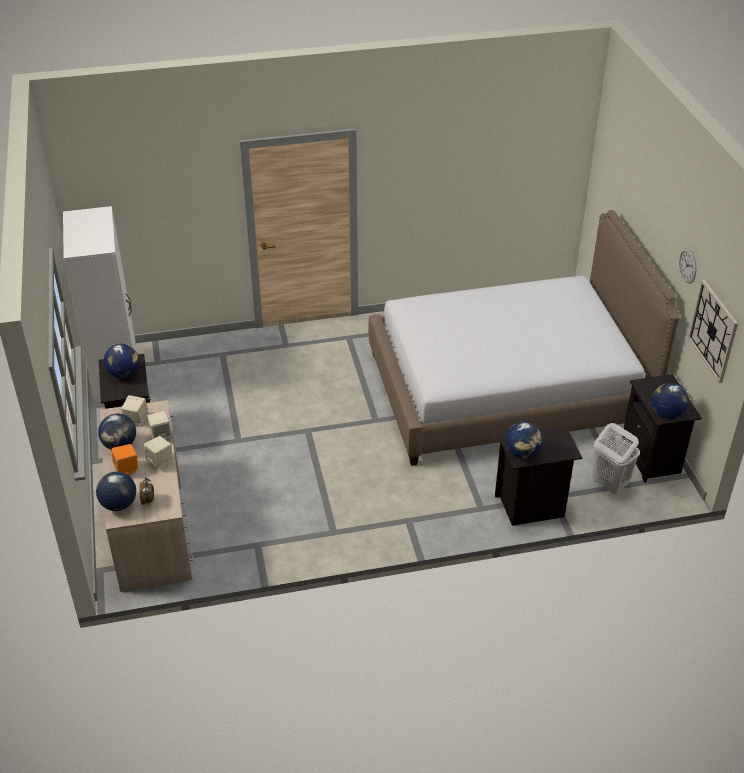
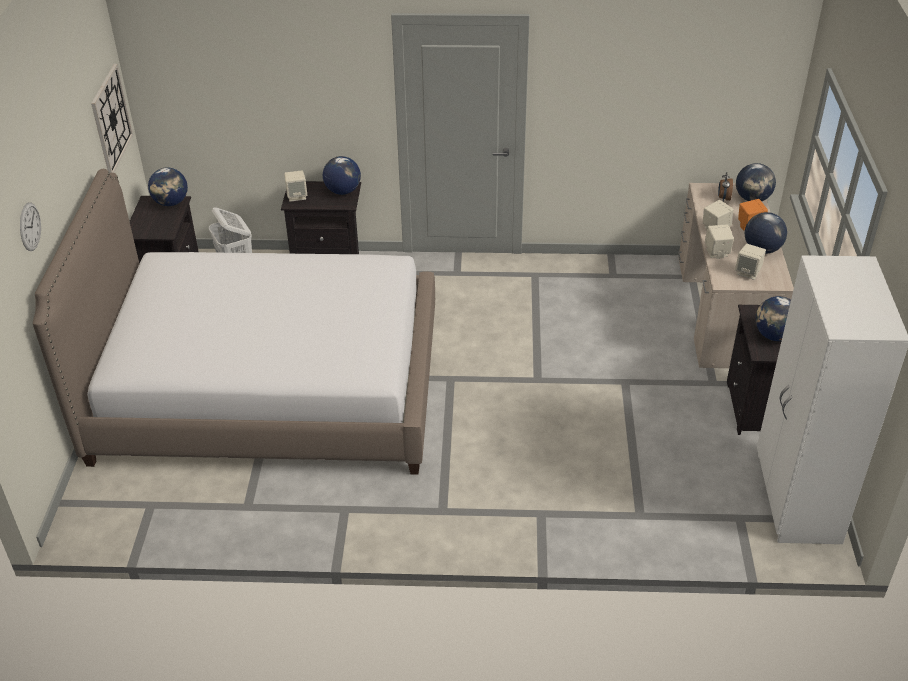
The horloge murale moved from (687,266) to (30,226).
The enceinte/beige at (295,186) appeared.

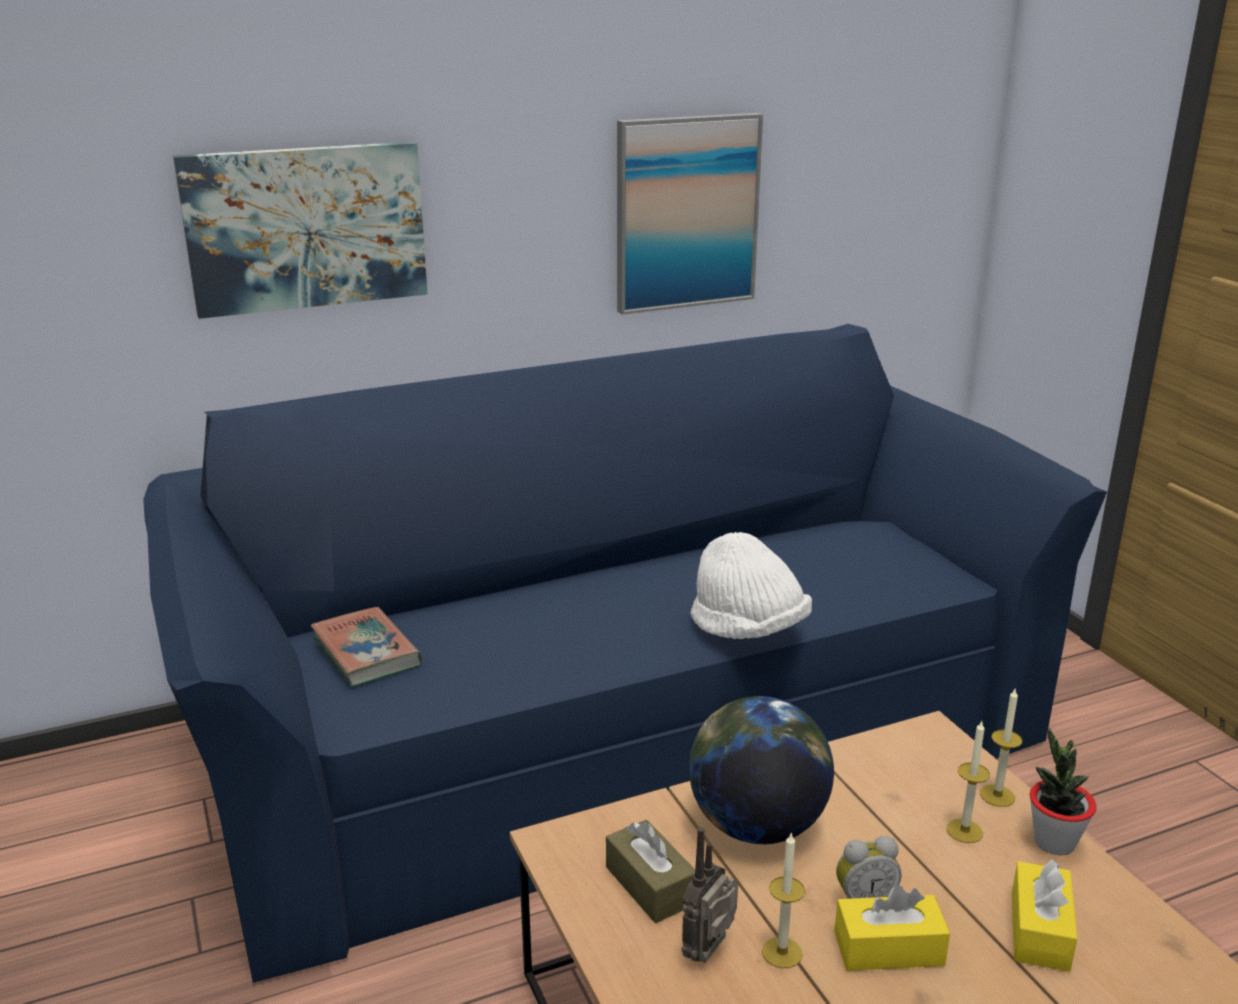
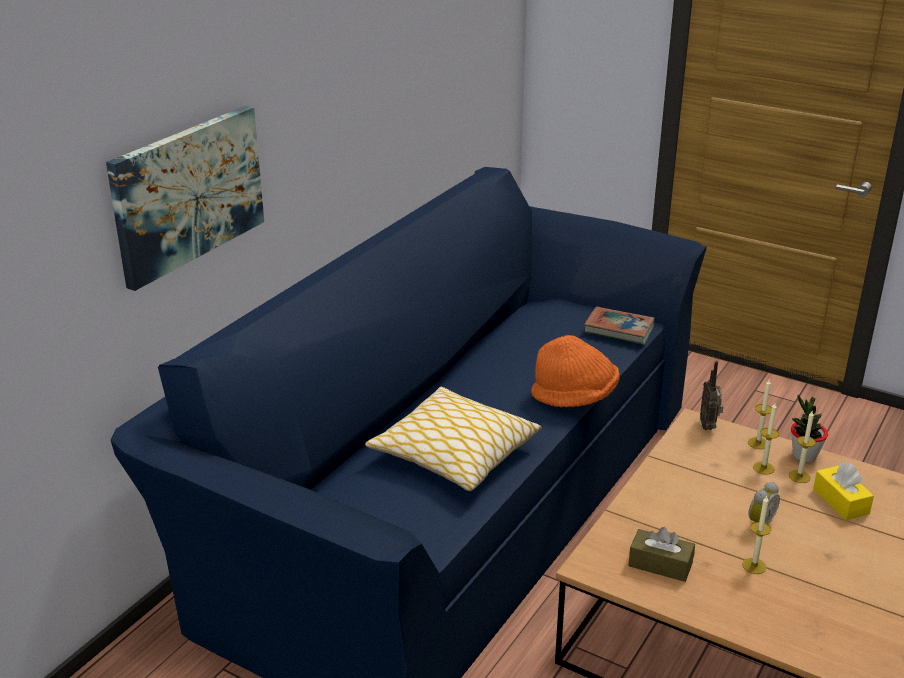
The coussin at (453,439) appeared.
The chapeau/blanc at (751,585) became the chapeau/orange at (575,371).
The livre moved from (366,647) to (619,325).
The radio moved from (709,895) to (711,395).
The bougie at (802,447) appeared.
The tableau at (690,214) disappeared.
The globe at (761,770) disappeared.
The boîte à mouchoirs/jaune at (892,928) disappeared.

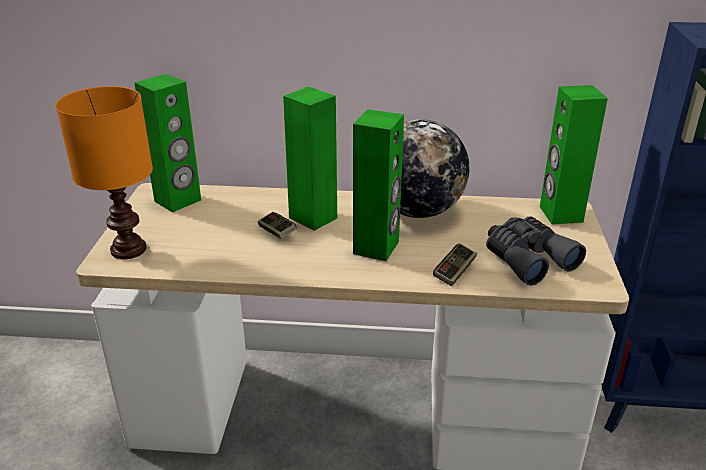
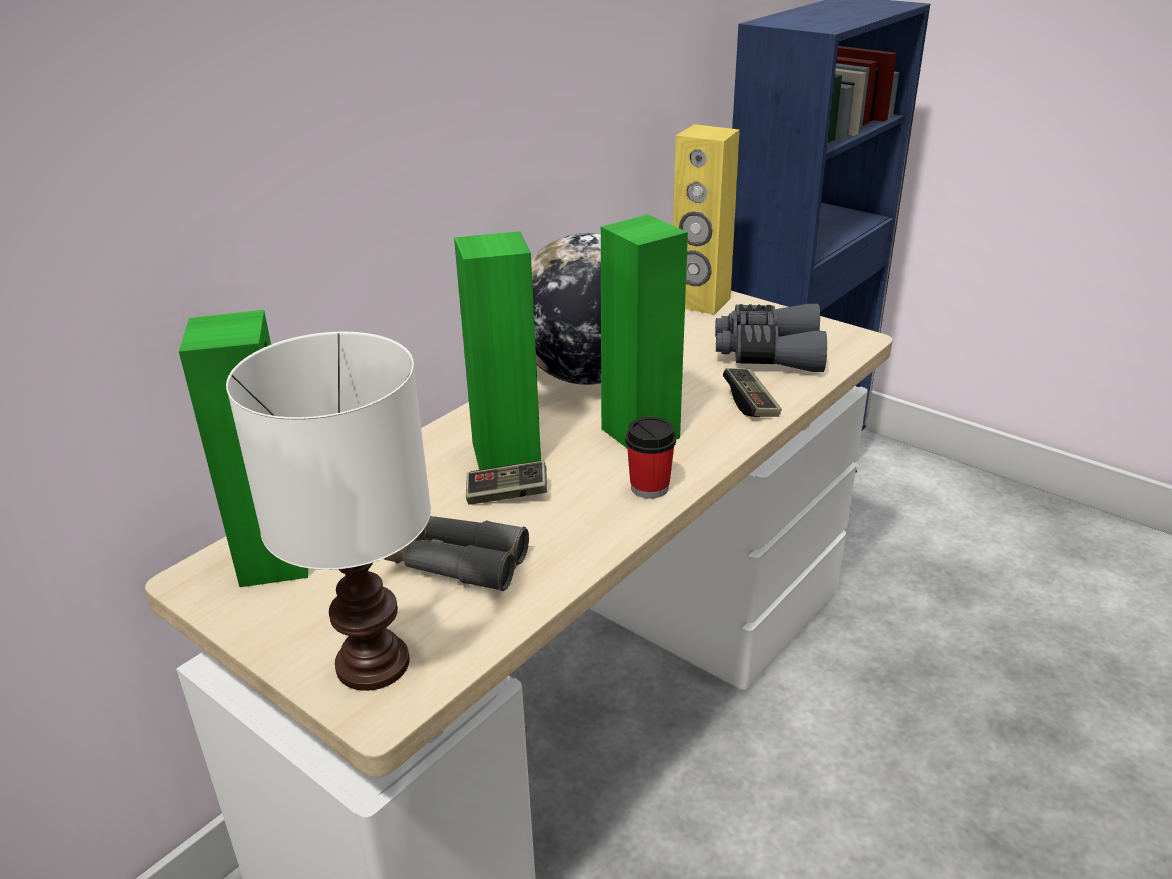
The lampe de table/orange at (104,172) became the lampe de table/blanc at (328,511).
The jumelles/gris at (456,553) appeared.
The tasse at (650,458) appeared.
The enceinte/vert at (574,154) became the enceinte/jaune at (706,219).

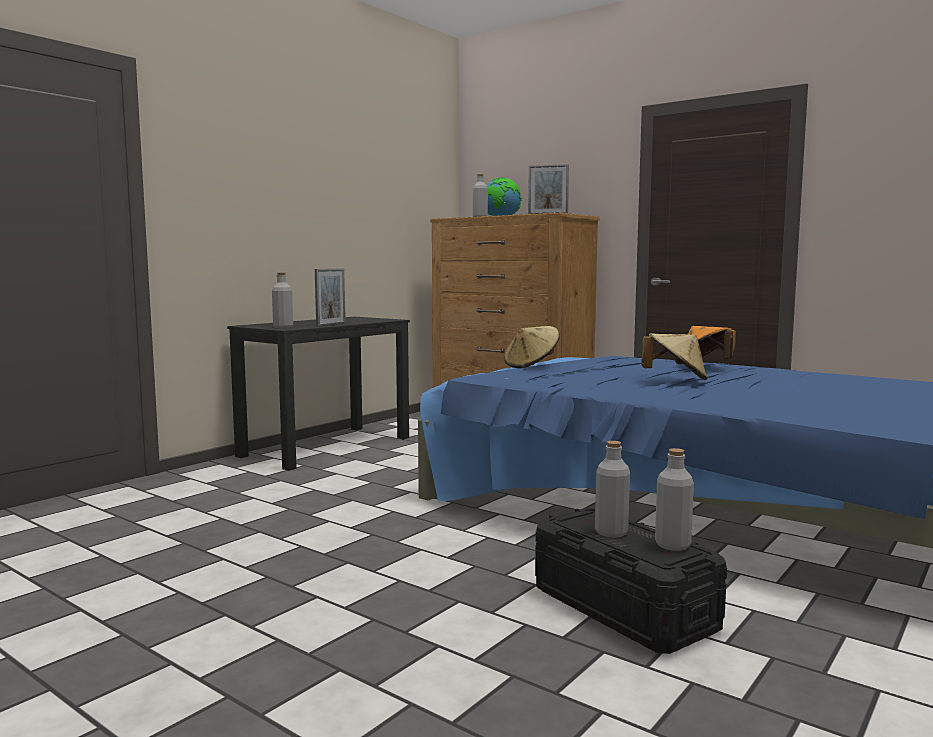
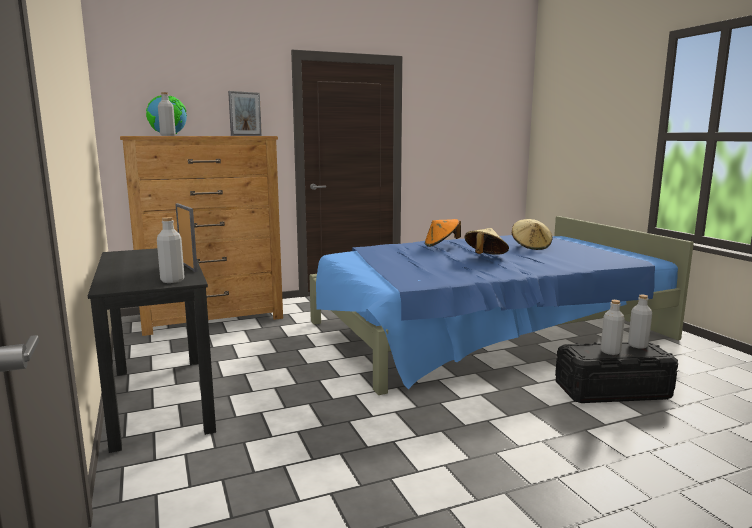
The chapeau/beige moved from (532,347) to (532,234).

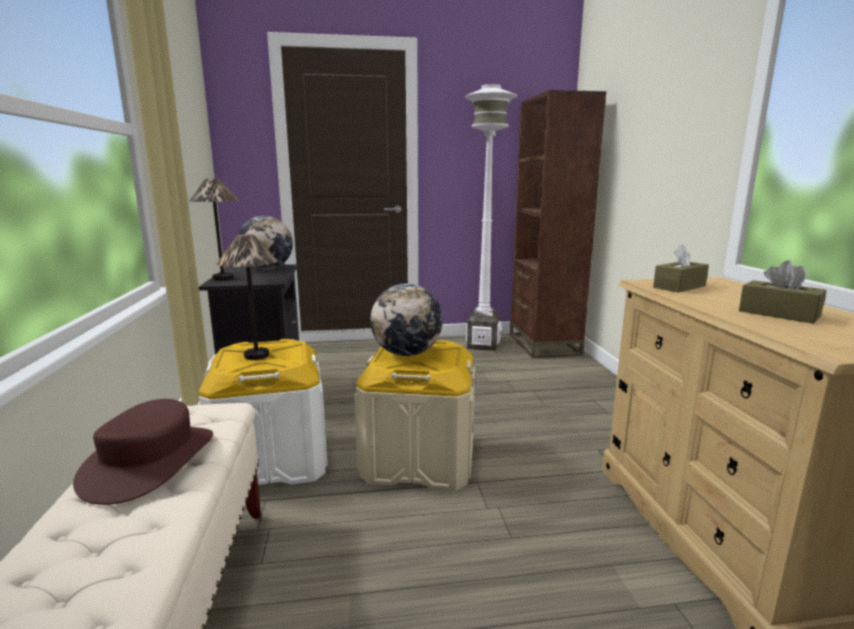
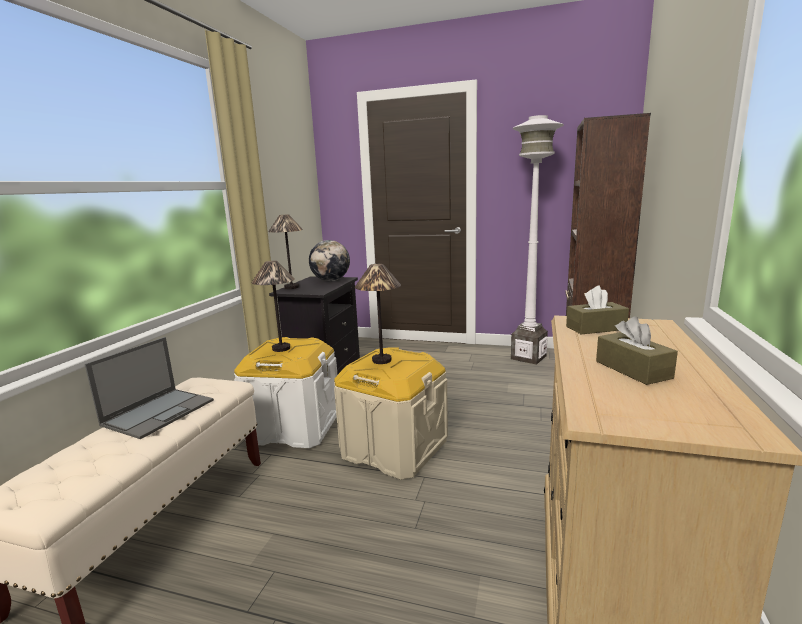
The chapeau/marron at (143,452) was replaced by the ordinateur portable at (149,388).
The globe at (406,320) was replaced by the lampe de table at (378,314).

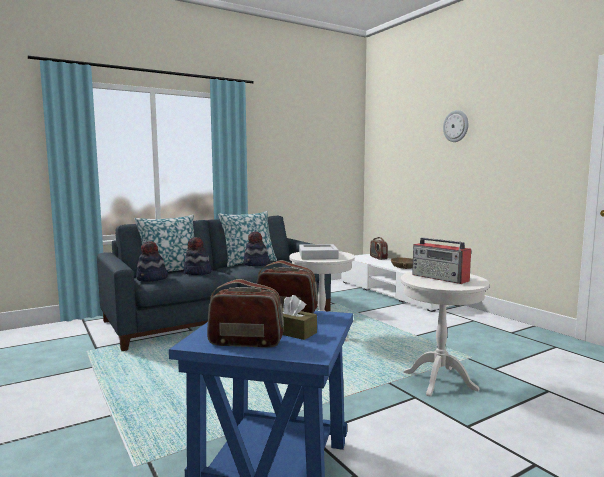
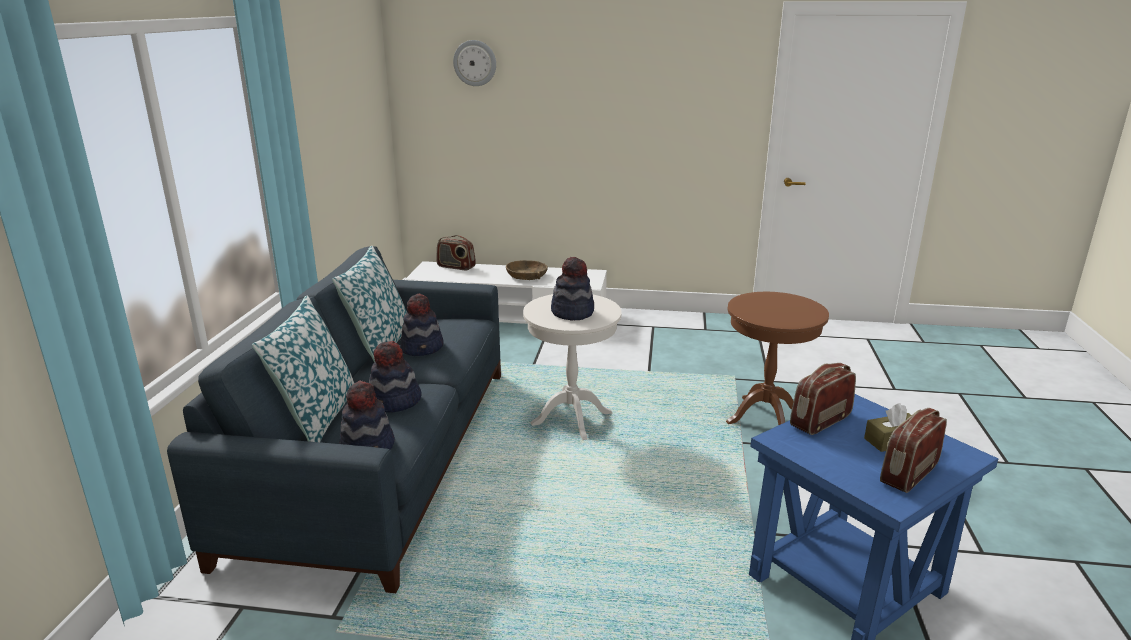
The horloge murale moved from (455,126) to (474,63).
The plateau/gris at (319,251) was replaced by the chapeau at (572,288).
The table d'appoint/blanc at (445,334) became the table d'appoint/marron at (777,358).
The radio at (441,261) disappeared.

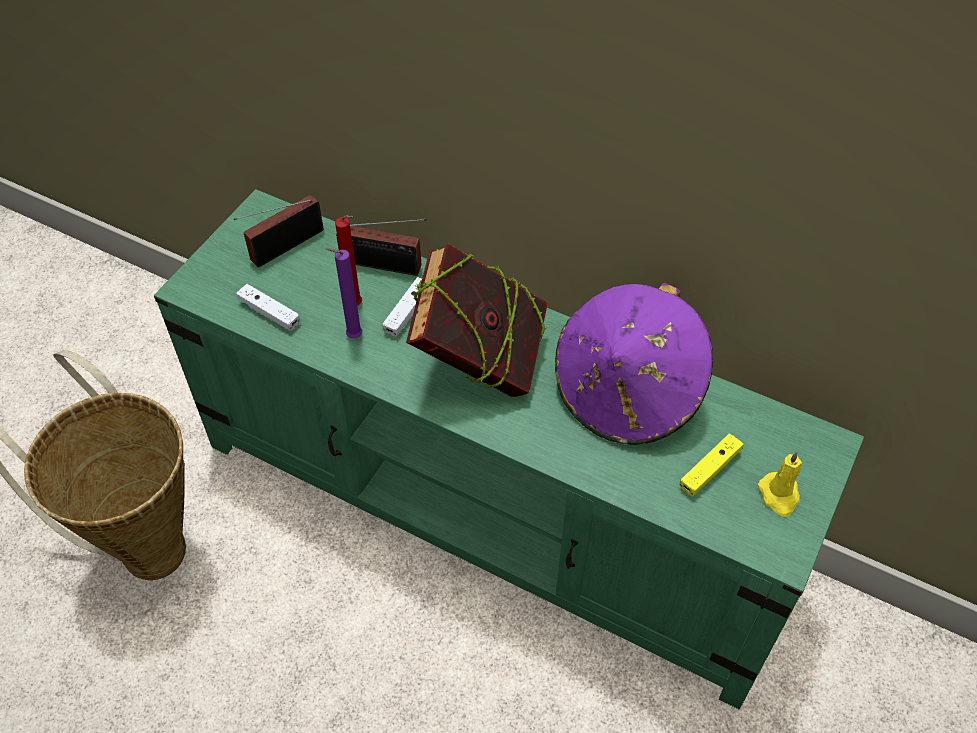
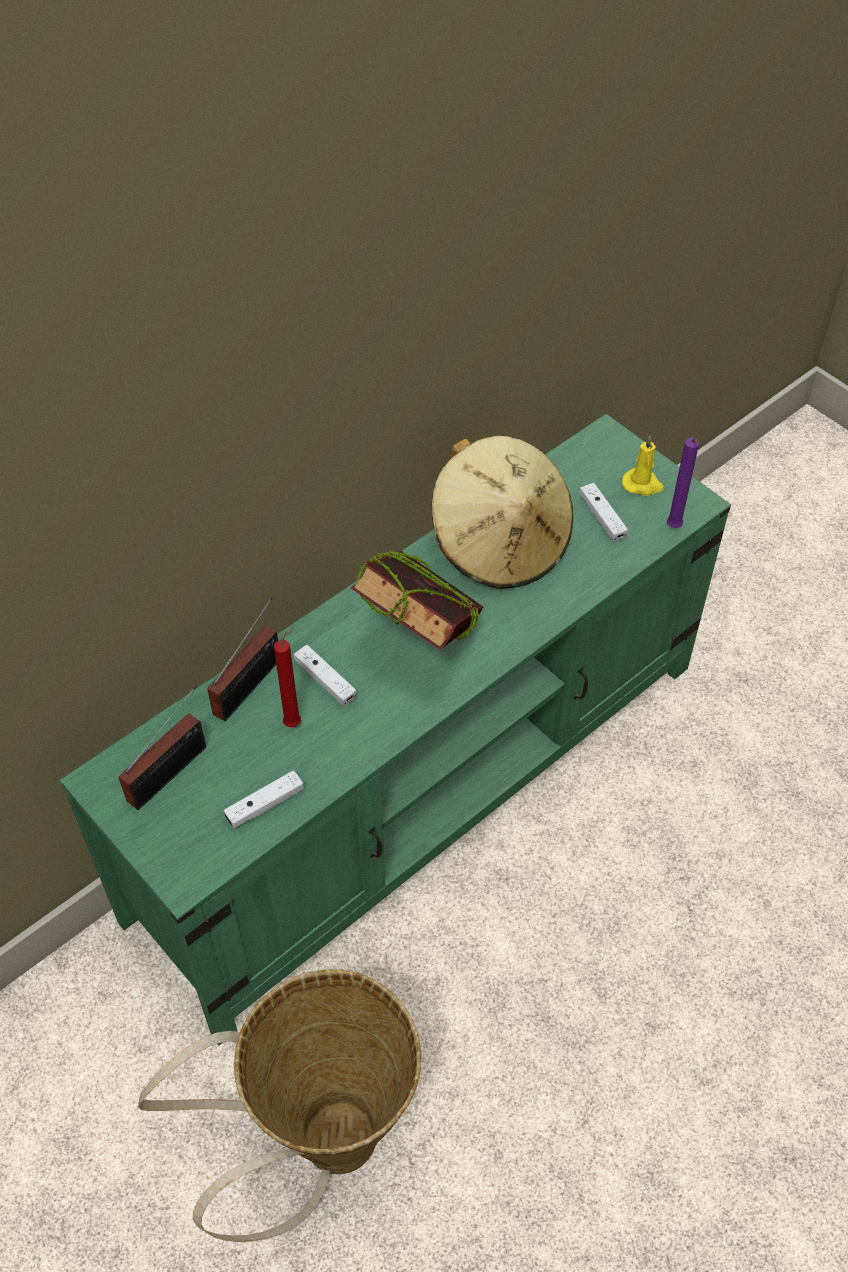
The radio at (279,231) turned 120 degrees counterclockwise.
The chapeau/violet at (634,364) became the chapeau/beige at (502,512).
The manette/jaune at (711,464) became the manette/blanc at (603,512).
The bougie/violet moved from (344,293) to (683,483).

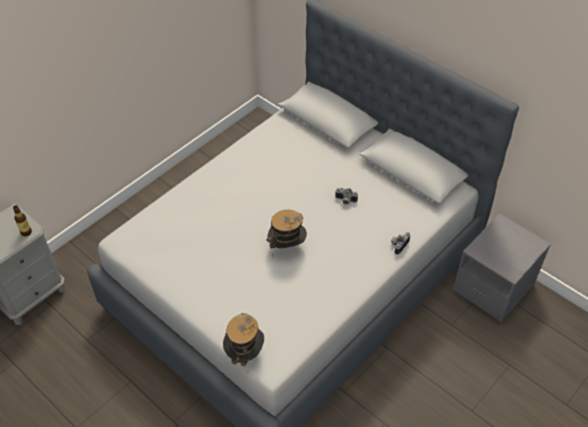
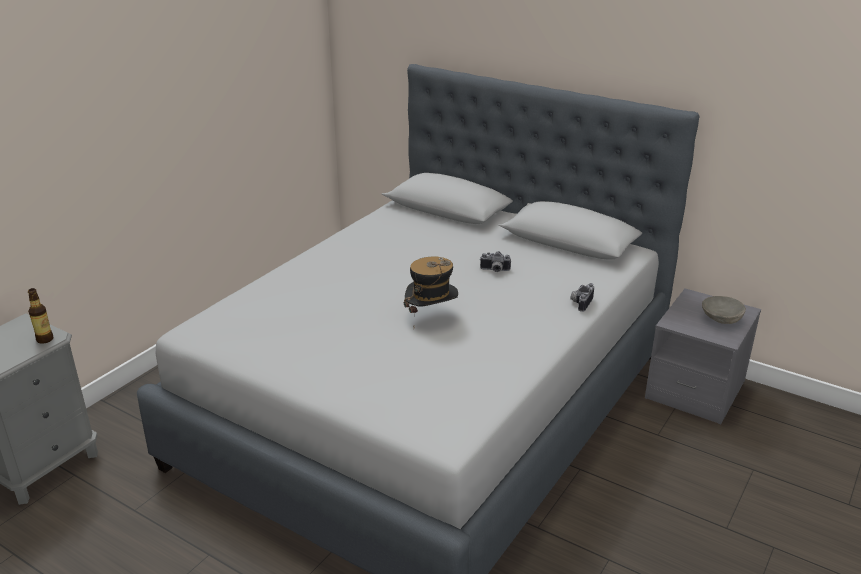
The bol/gris at (724,310) appeared.
The chapeau at (243,339) disappeared.

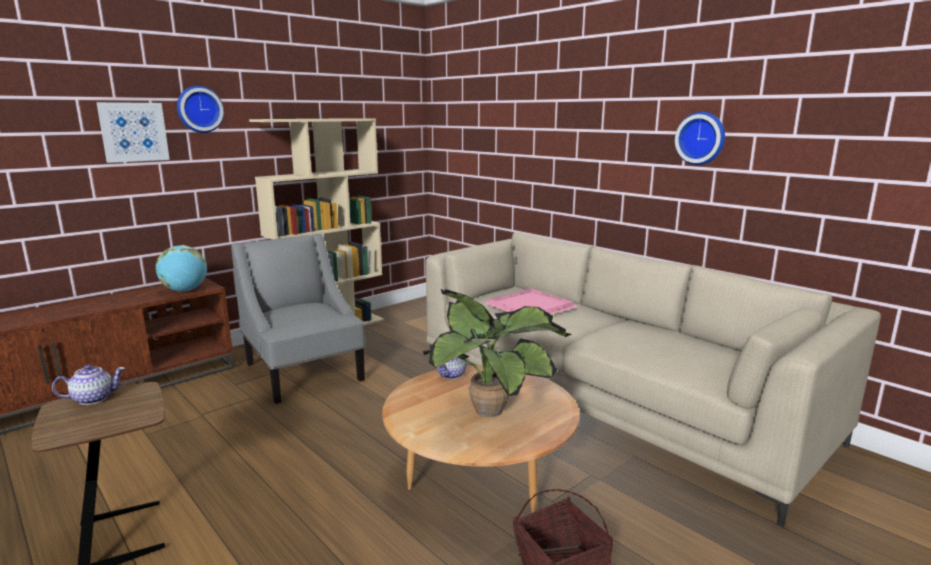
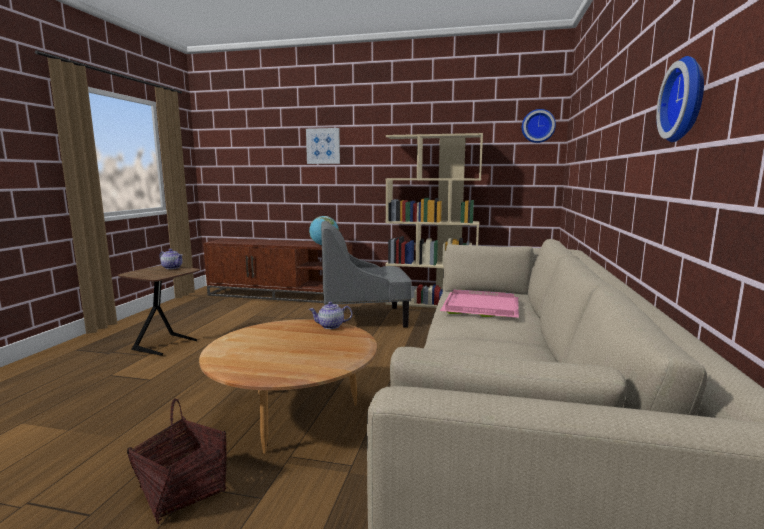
The fauteuil/gris at (298,319) turned 120 degrees counterclockwise.
The horloge murale moved from (200,109) to (539,126).
The plante en pot at (497,353) disappeared.

